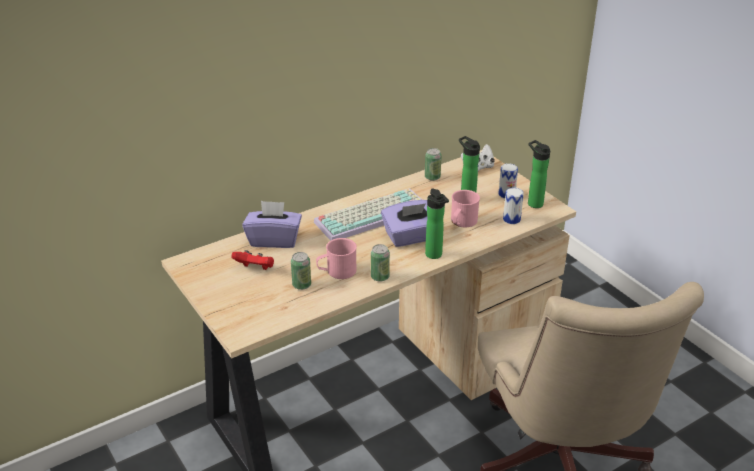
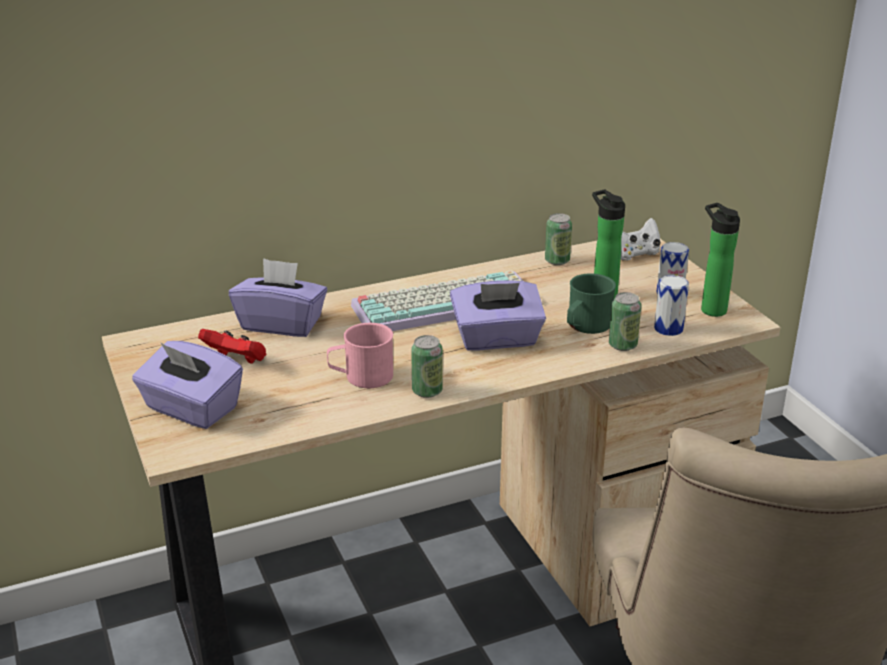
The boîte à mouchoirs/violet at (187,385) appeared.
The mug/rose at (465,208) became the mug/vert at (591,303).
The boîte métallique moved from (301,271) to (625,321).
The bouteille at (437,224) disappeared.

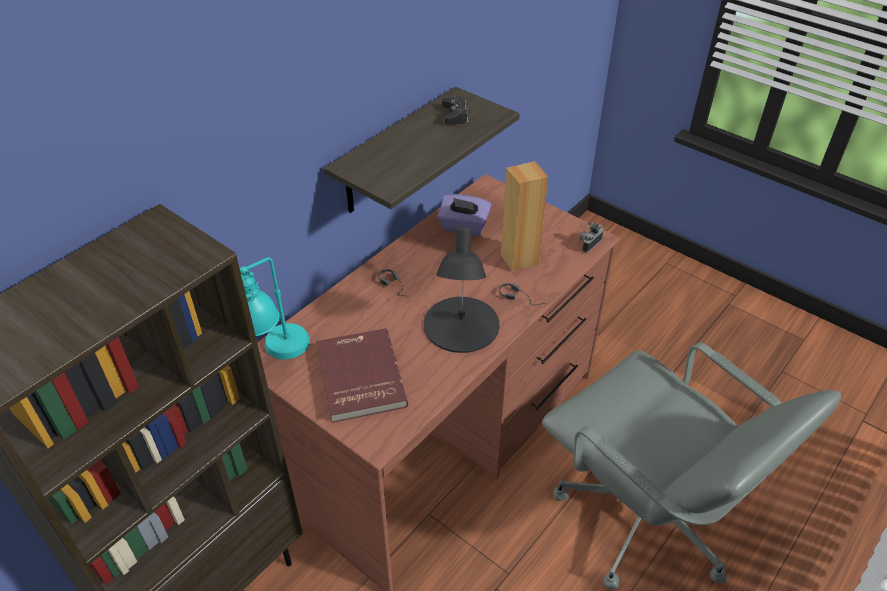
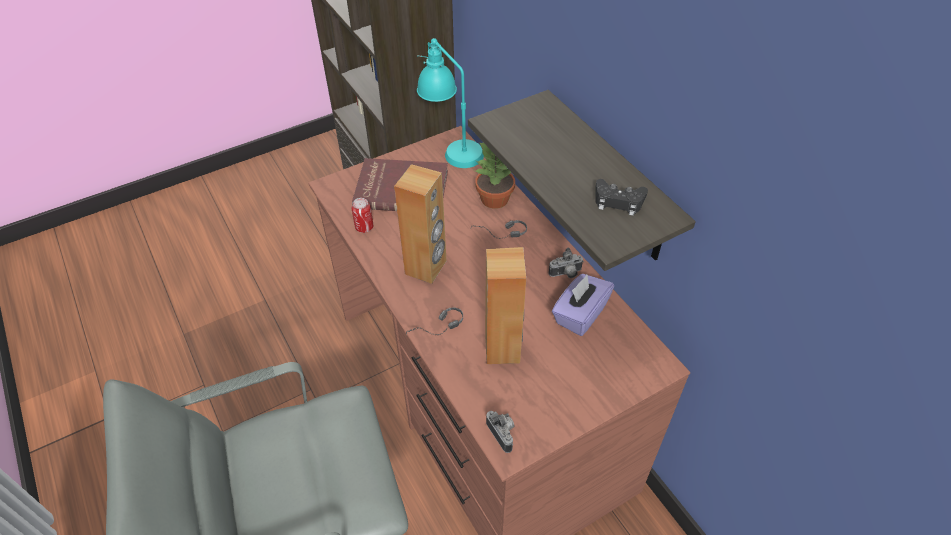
The boîte métallique at (362,215) appeared.
The lampe de table/noir at (462,289) was replaced by the enceinte/marron at (420,224).
The plante en pot at (495,175) appeared.
The appareil photo at (566,263) appeared.

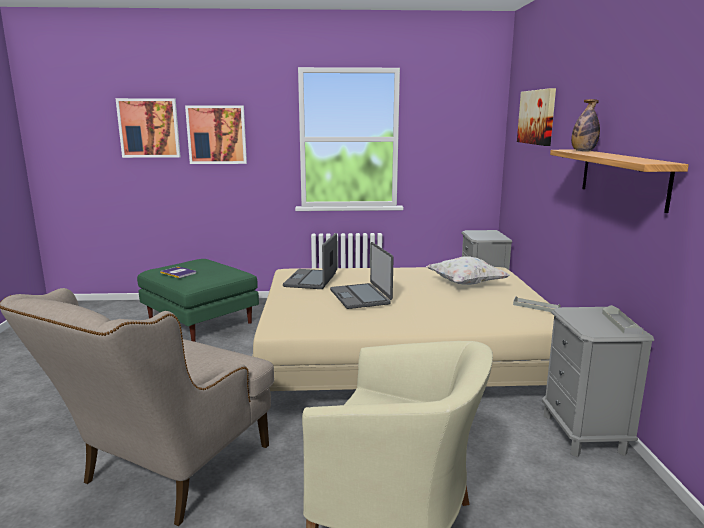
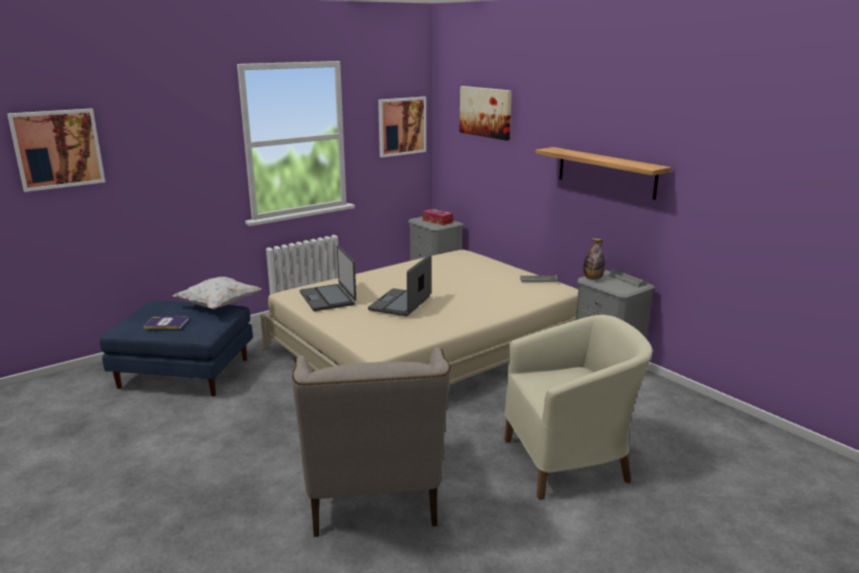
The pouf/vert at (198,300) became the pouf/bleu at (176,348).
The coussin/blanc moved from (468,270) to (217,293).
The ordinateur portable at (362,275) turned 75 degrees clockwise.
The tableau moved from (216,134) to (402,127).
The boîte à mouchoirs at (438,217) appeared.
The bouteille moved from (585,125) to (594,259).

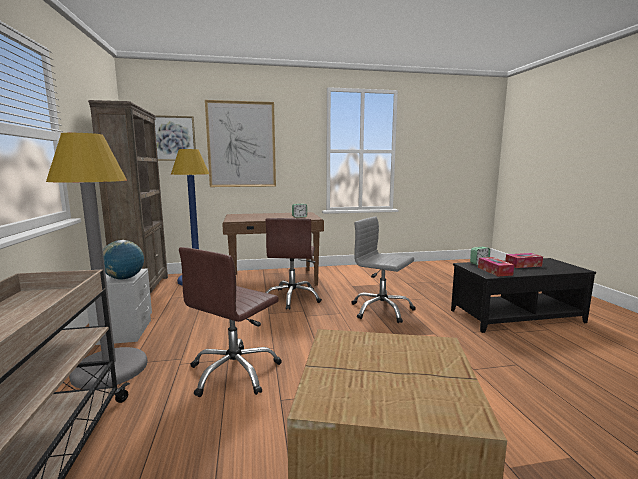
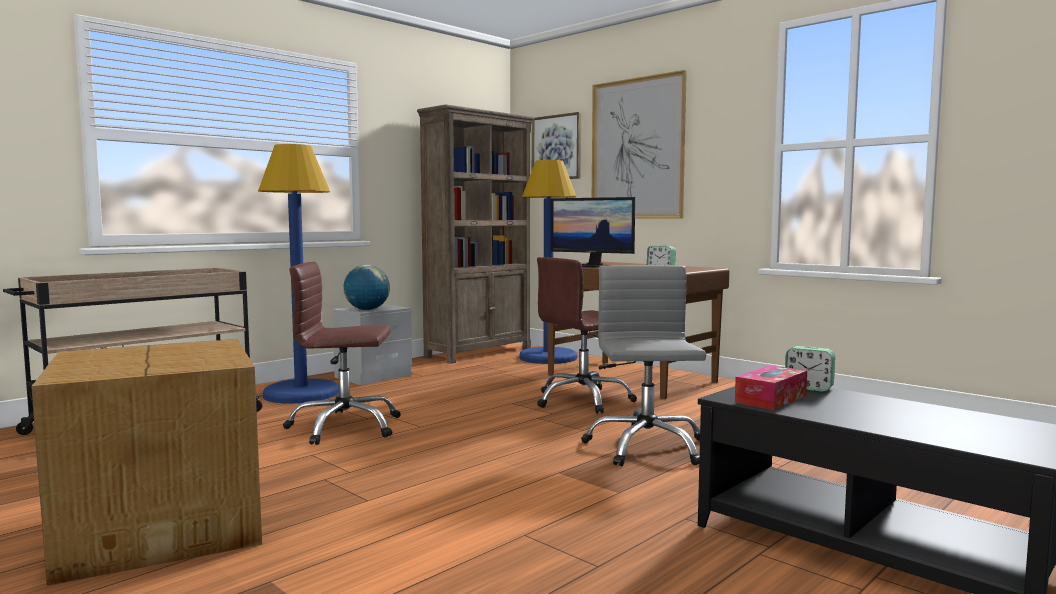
The lampadaire/gris at (97,261) became the lampadaire/bleu at (298,274).
The écran d'ordinateur at (593,232) appeared.
The boîte à mouchoirs at (524,260) disappeared.

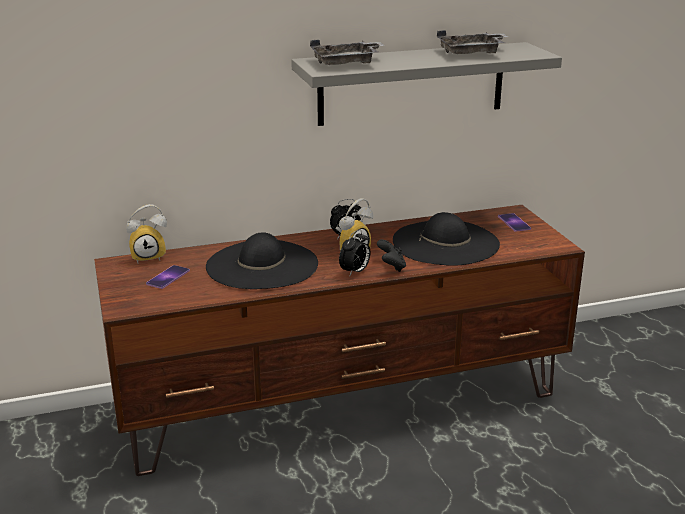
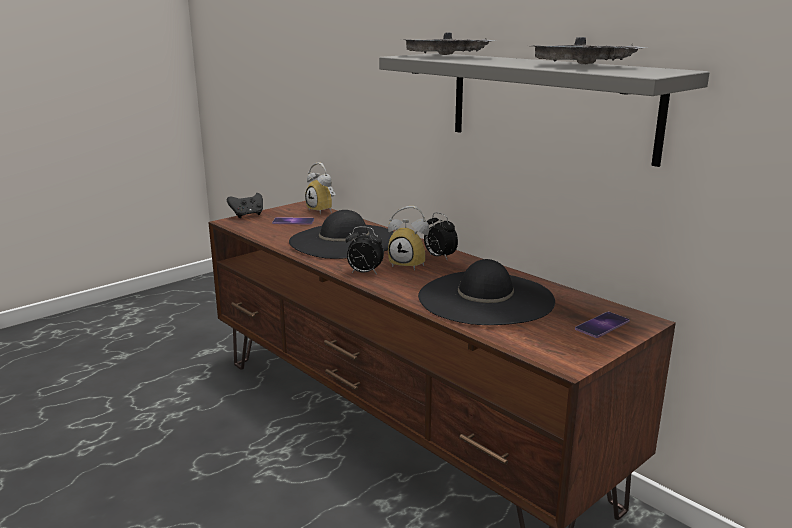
The manette/noir moved from (391,255) to (245,205).

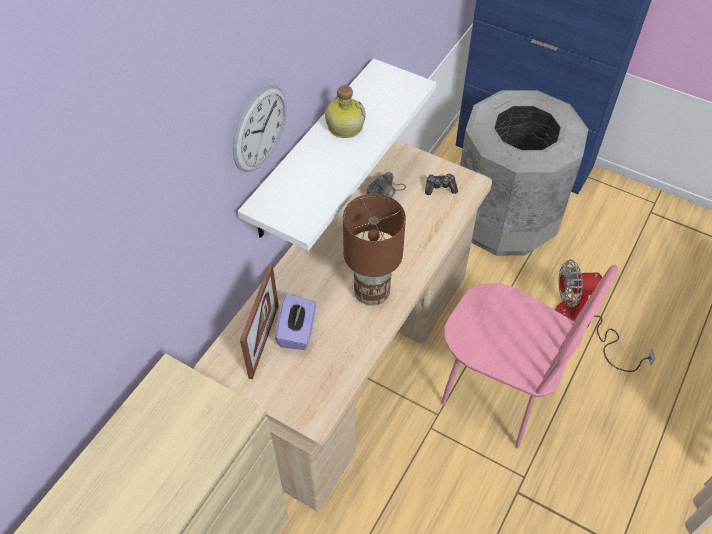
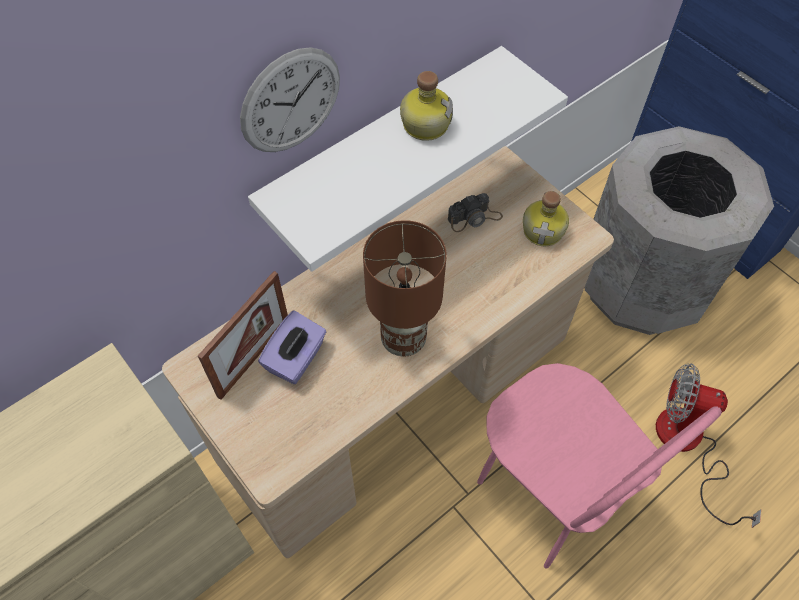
The manette at (441,184) was replaced by the bouteille at (546,218).

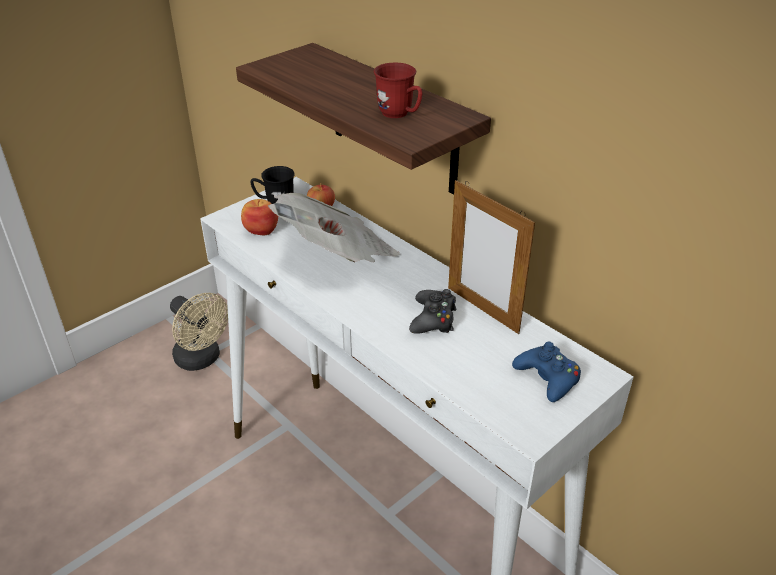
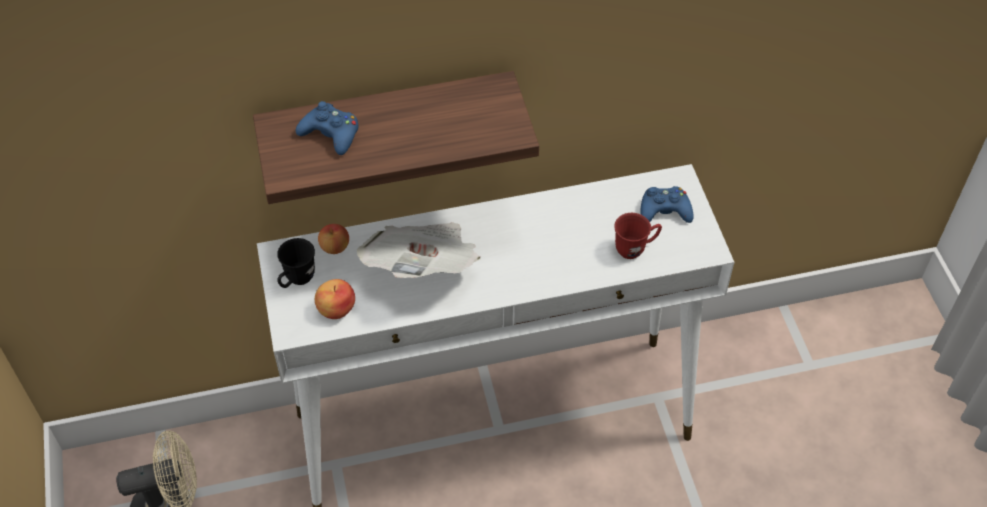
The manette/bleu at (327,128) appeared.
The mug/rouge moved from (398,90) to (638,236).
The manette/noir at (432,311) disappeared.
The cadre photo at (491,257) disappeared.

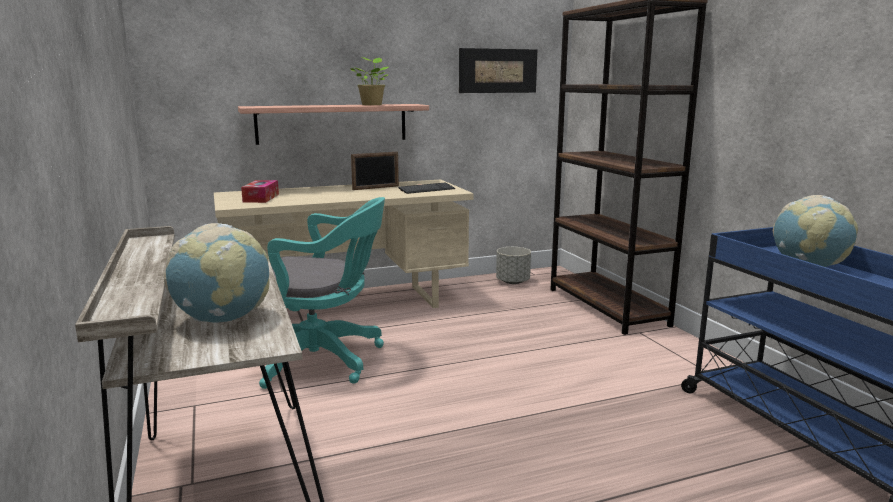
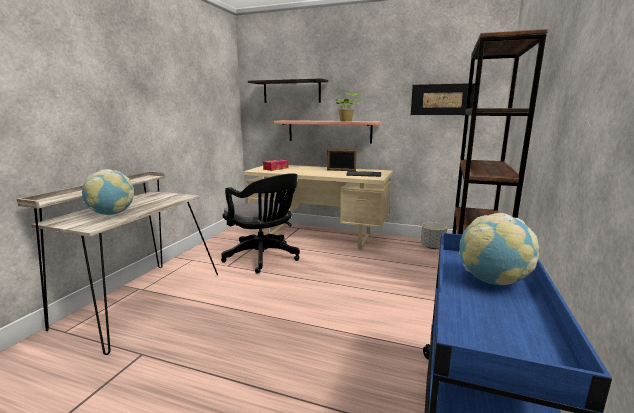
The chaise de bureau/turquoise at (322,293) became the chaise de bureau/noir at (260,223).
The étagère at (288,90) appeared.

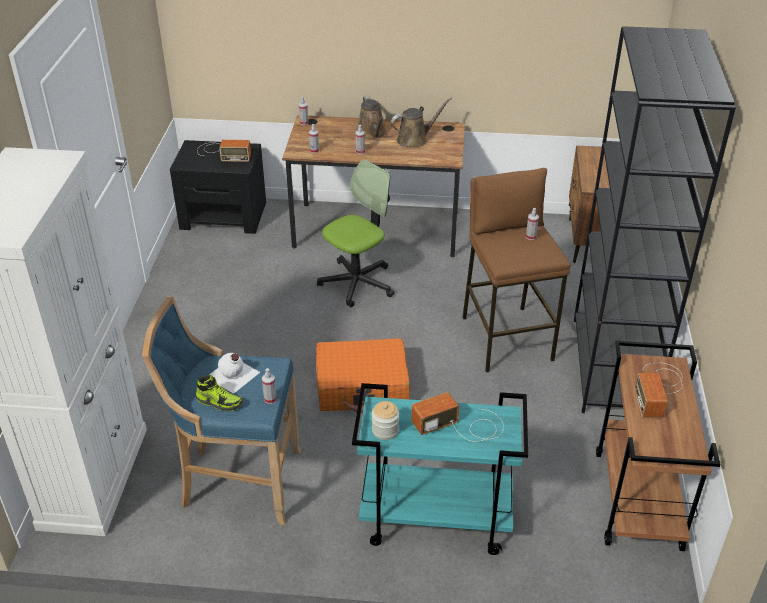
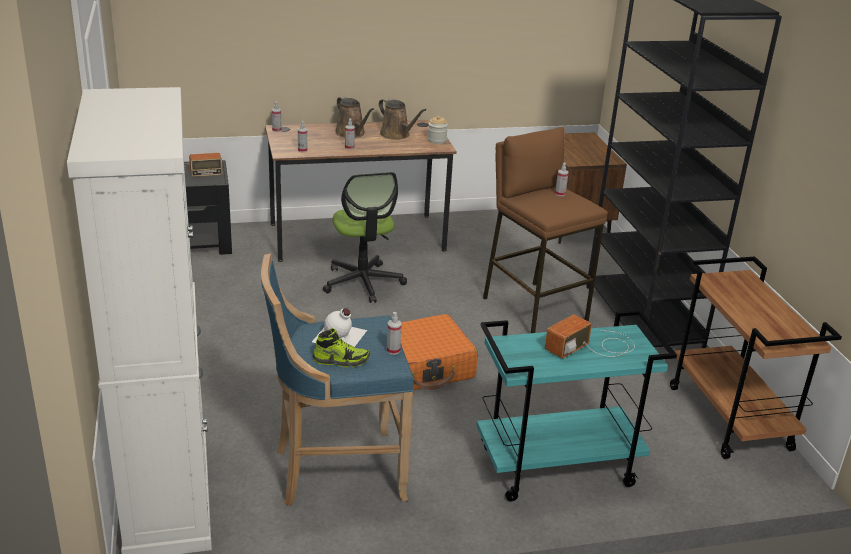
The chaise de bureau at (356,233) turned 135 degrees clockwise.
The arrosoir/marron at (421,123) turned 90 degrees clockwise.
The bocal moved from (385,420) to (438,130).
The radio at (658,390) disappeared.

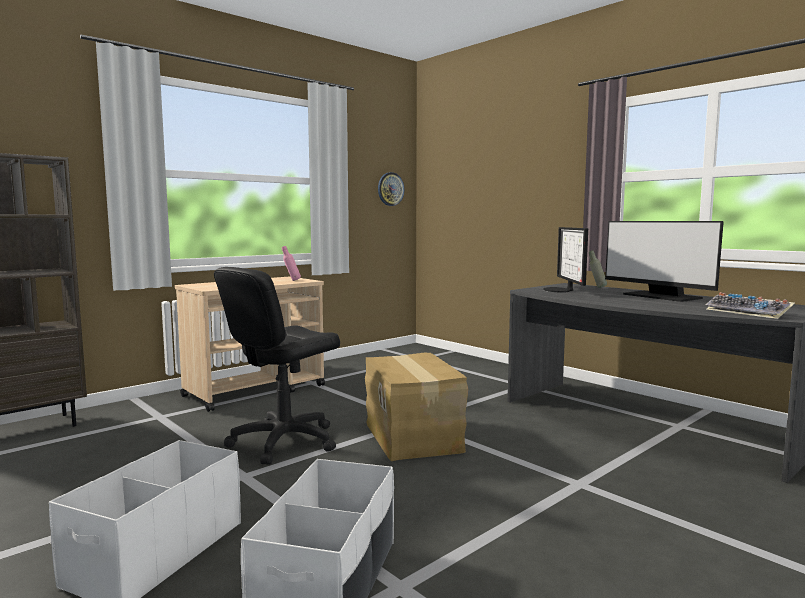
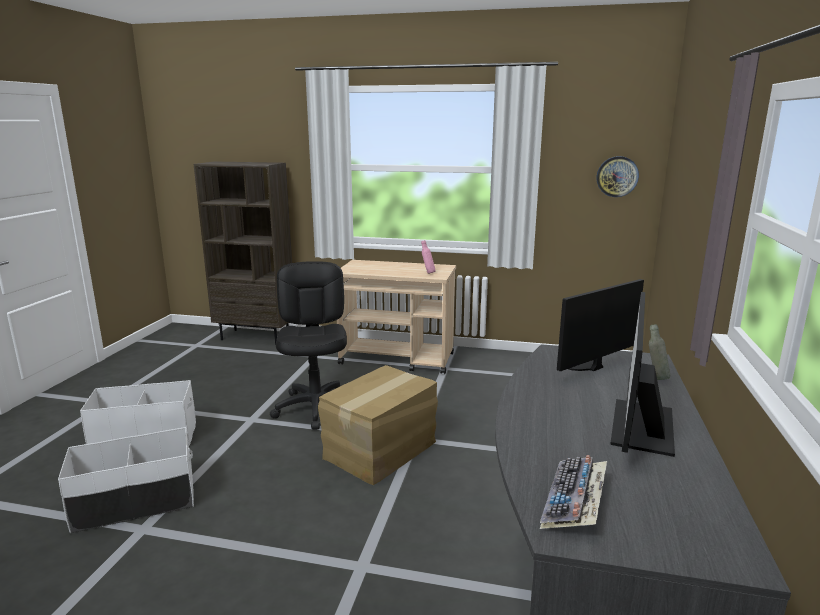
The chaise de bureau/noir at (277,366) turned 75 degrees clockwise.

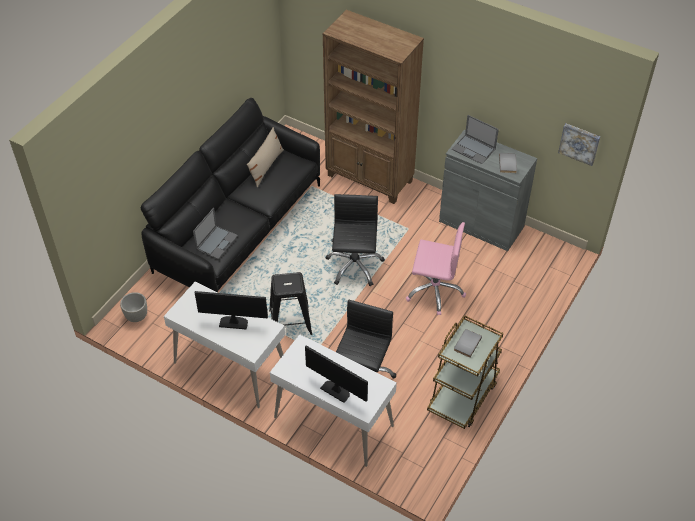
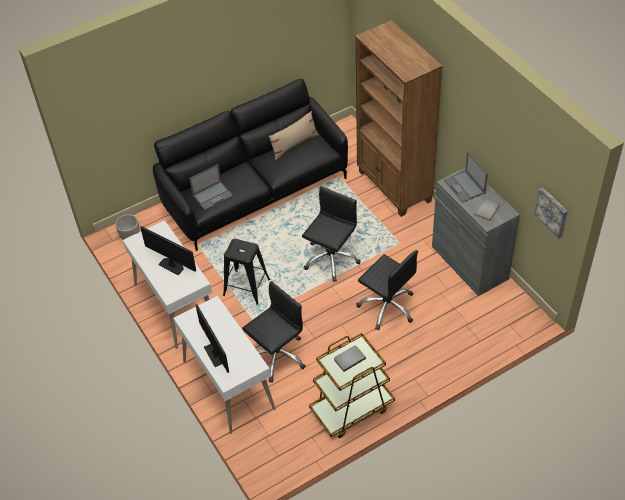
The chaise de bureau/rose at (436,268) became the chaise de bureau/noir at (387,290).

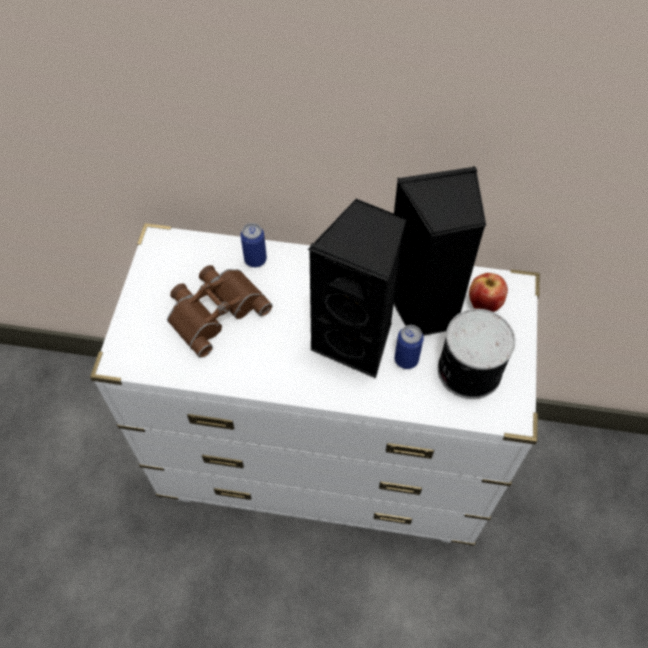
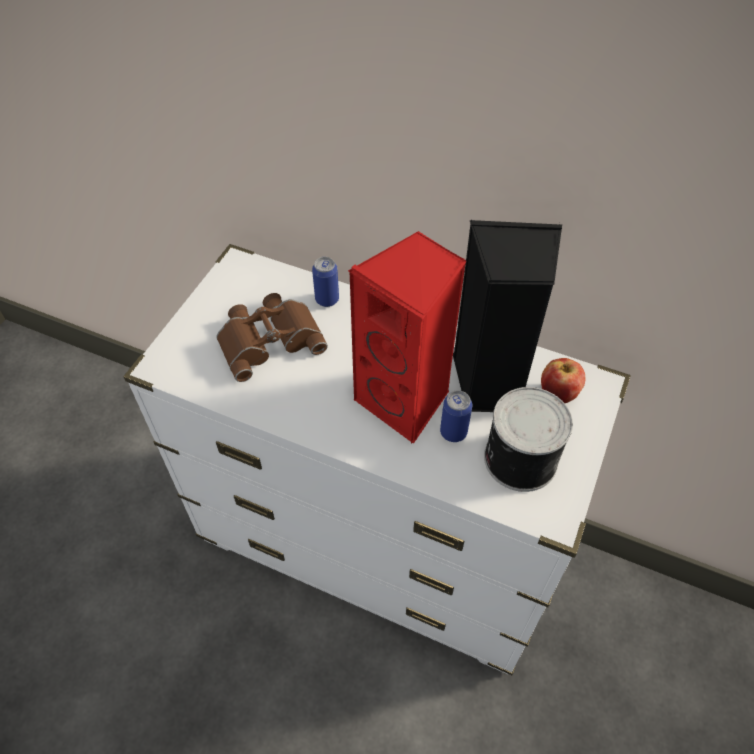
The enceinte/noir at (356,288) became the enceinte/rouge at (407,337).

